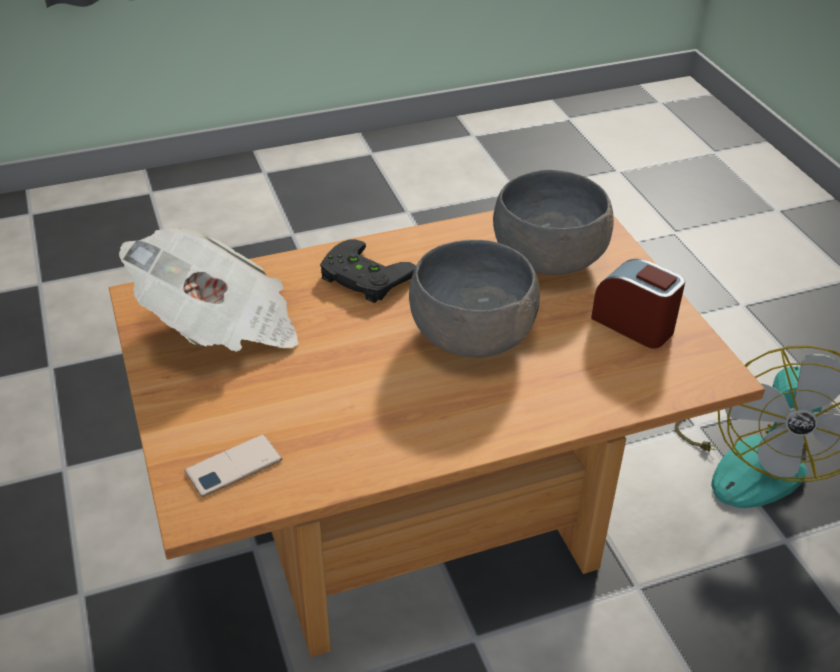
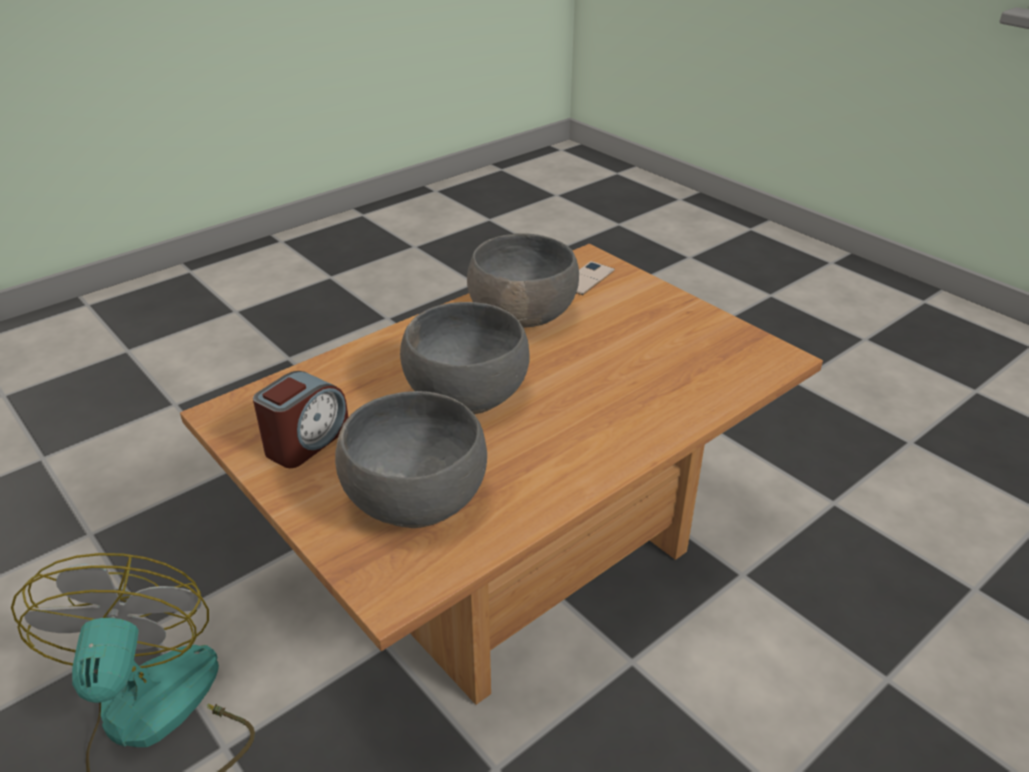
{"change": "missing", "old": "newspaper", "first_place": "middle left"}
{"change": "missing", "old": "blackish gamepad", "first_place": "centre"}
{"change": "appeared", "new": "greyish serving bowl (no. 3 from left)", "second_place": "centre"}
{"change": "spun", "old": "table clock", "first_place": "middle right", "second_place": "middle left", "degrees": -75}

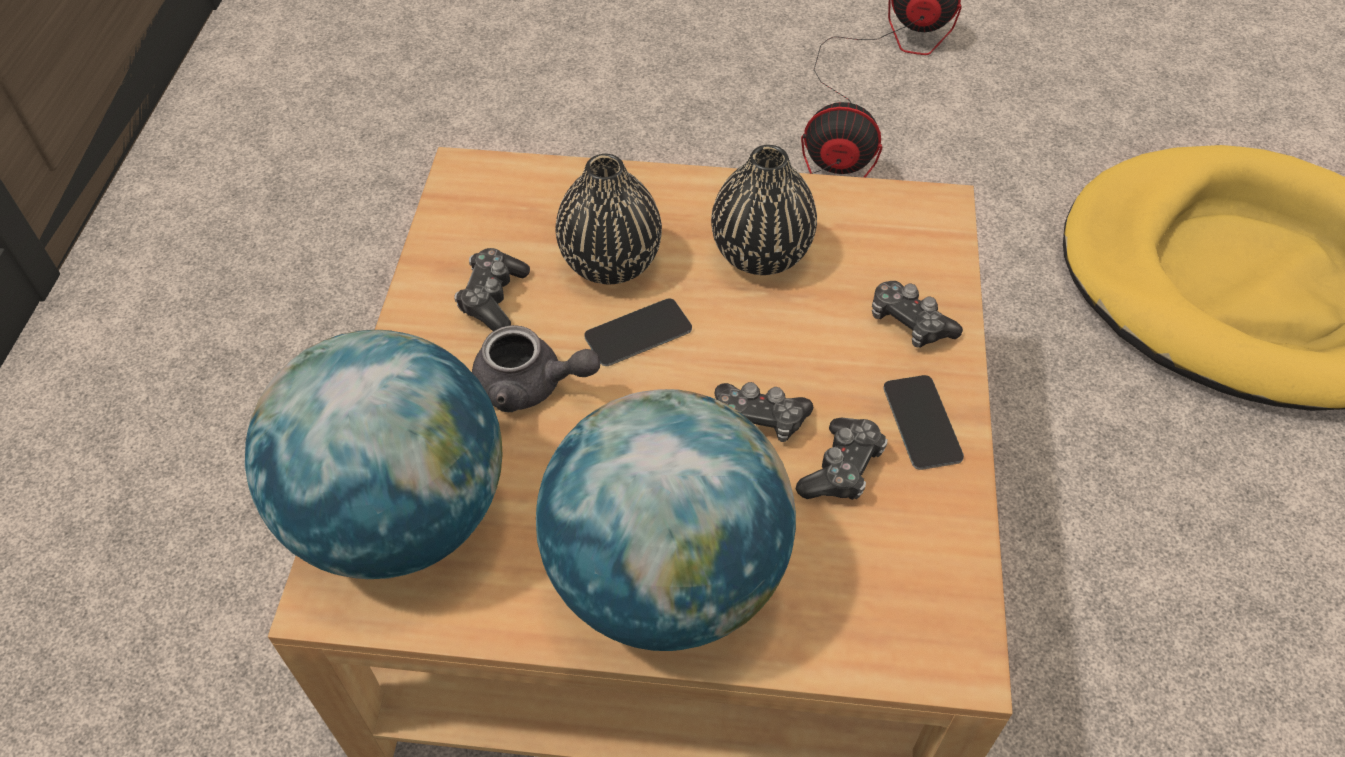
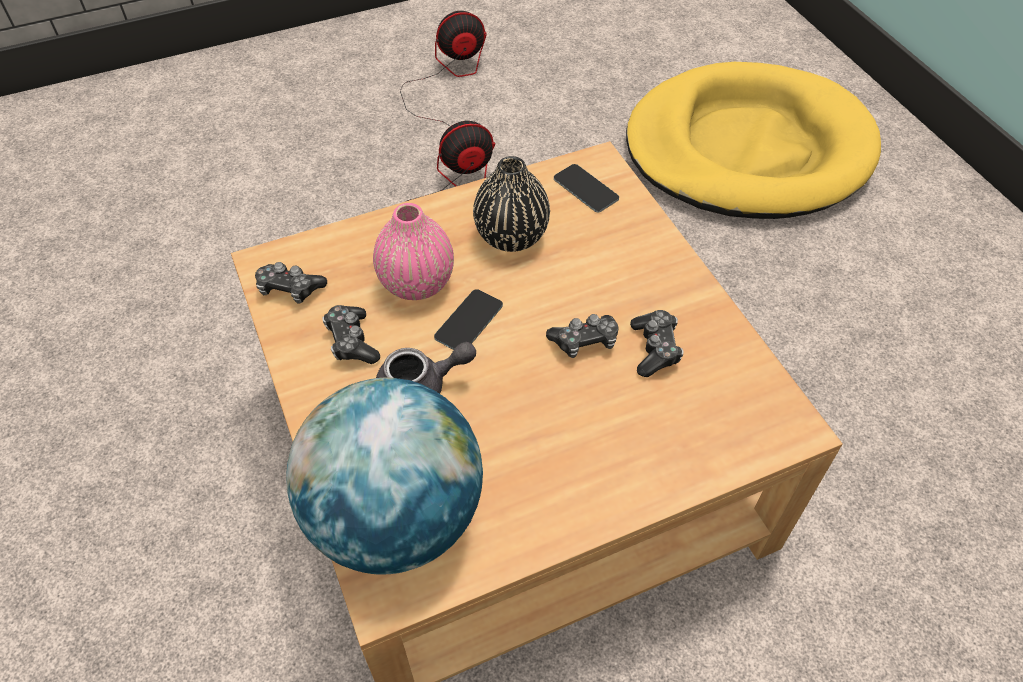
{"change": "missing", "old": "world globe (no. 2 from left)", "first_place": "bottom centre"}
{"change": "relocated", "old": "gamepad (no. 4 from left in the first image)", "new": "gamepad (no. 1 from left)", "first_place": "middle right", "second_place": "middle left"}
{"change": "relocated", "old": "handset (no. 2 from left)", "first_place": "middle right", "second_place": "top centre"}
{"change": "colour", "old": "blackish flower vase (no. 1 from left)", "new": "pinkish flower vase", "first_place": "top centre", "second_place": "centre"}

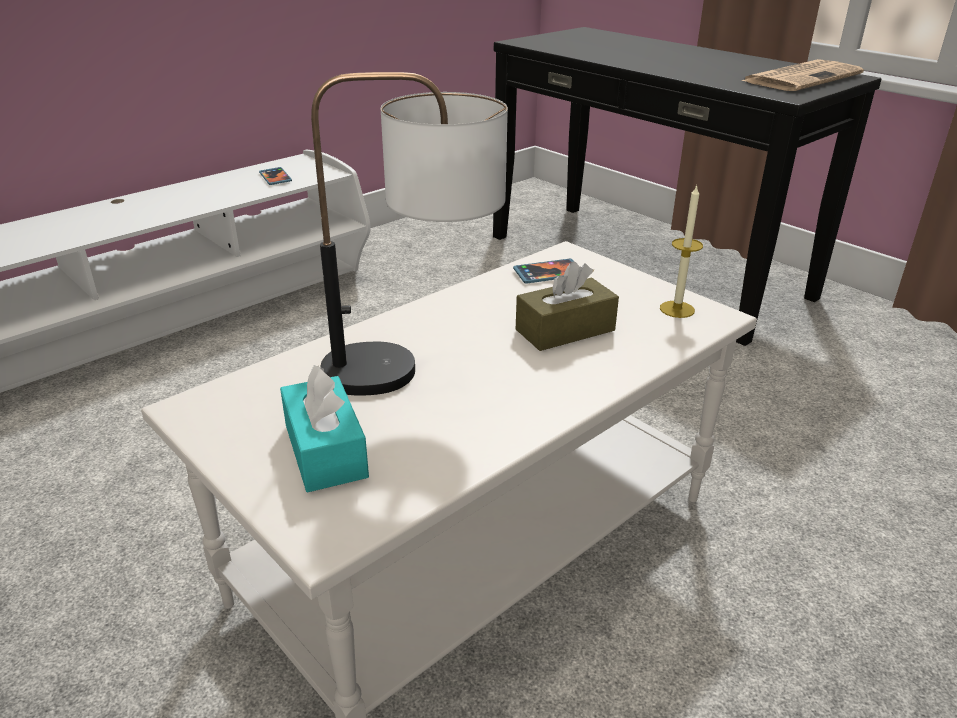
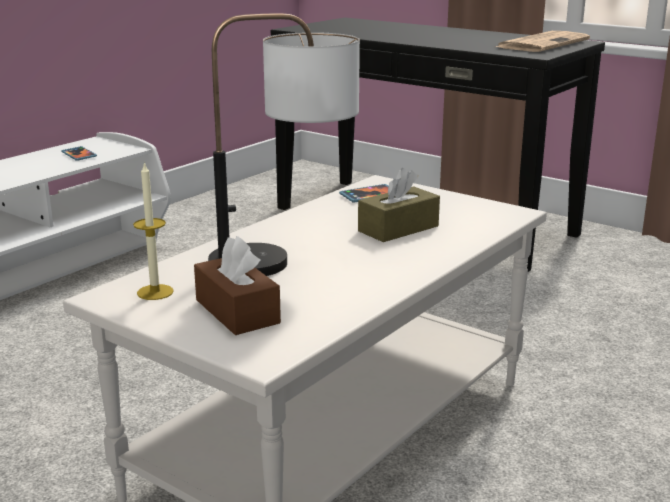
{"change": "relocated", "old": "candle", "first_place": "middle right", "second_place": "middle left"}
{"change": "colour", "old": "turquoise-coloured box of tissues", "new": "brown box of tissues (no. 1 from left)", "first_place": "centre", "second_place": "centre"}

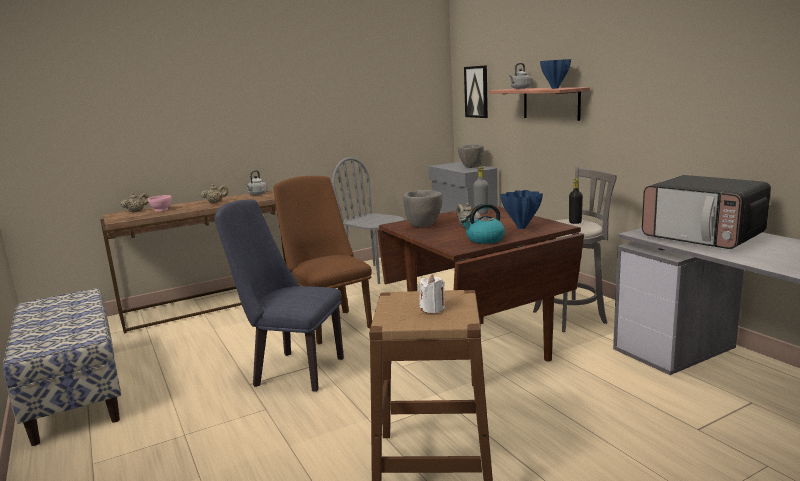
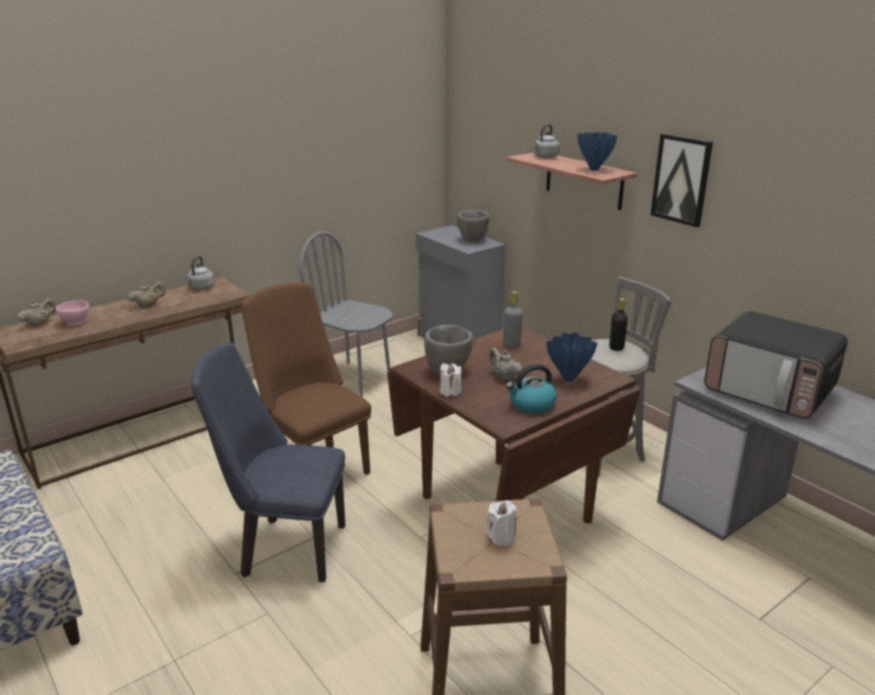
{"change": "appeared", "new": "white-coloured candle (no. 1 from left)", "second_place": "centre"}
{"change": "relocated", "old": "picture", "first_place": "top centre", "second_place": "top right"}

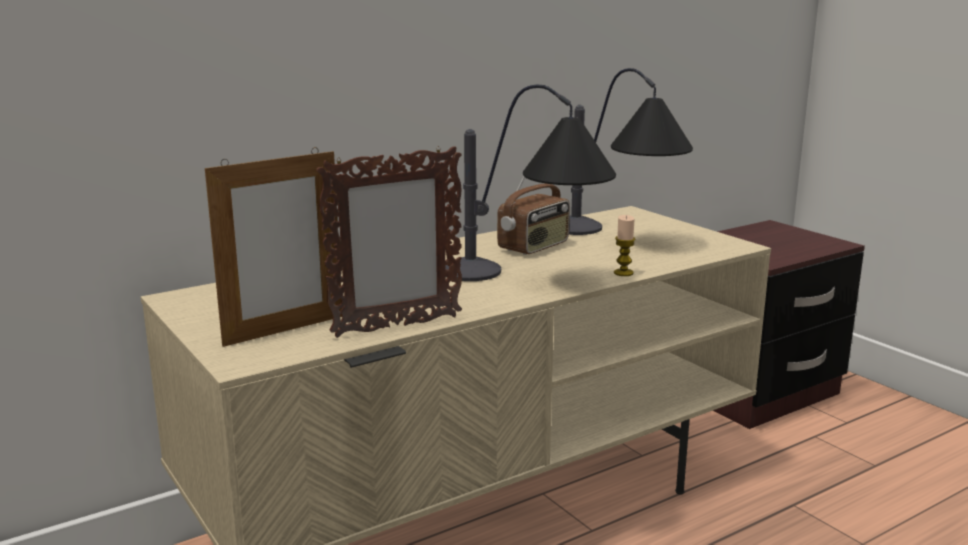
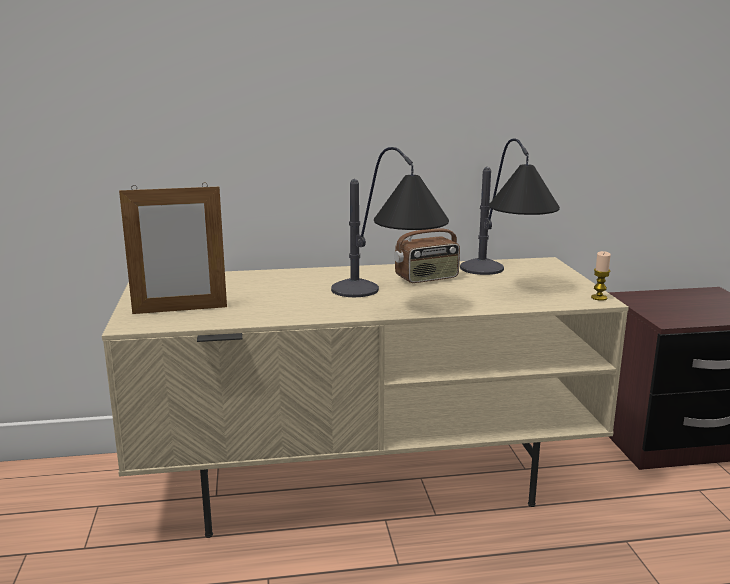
{"change": "missing", "old": "picture frame (no. 2 from left)", "first_place": "centre"}
{"change": "relocated", "old": "candle", "first_place": "centre", "second_place": "middle right"}

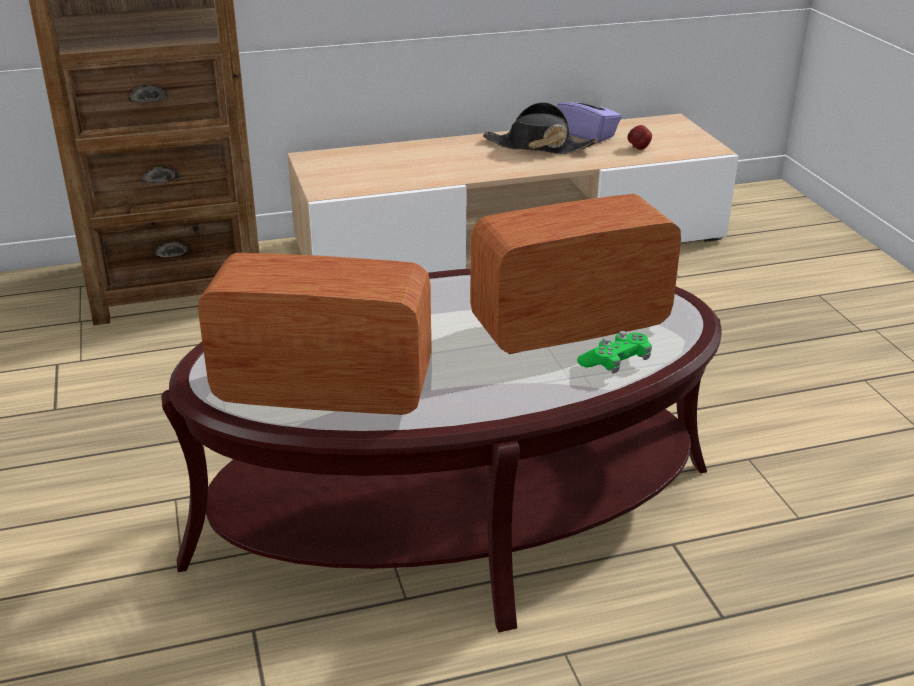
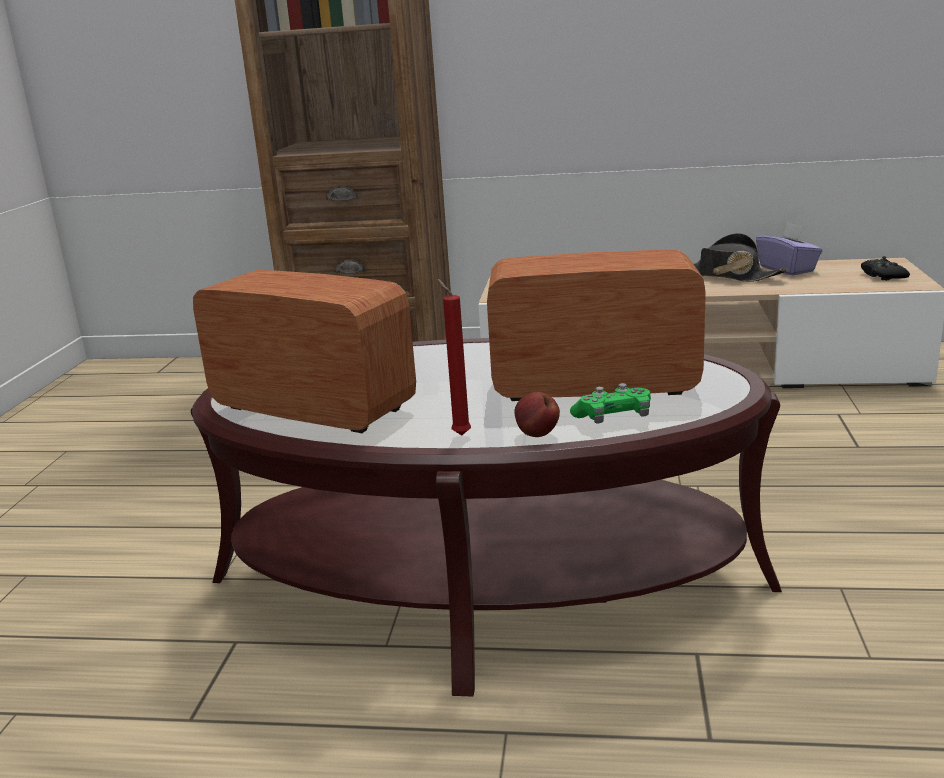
{"change": "appeared", "new": "red candle", "second_place": "centre"}
{"change": "appeared", "new": "blackish gamepad", "second_place": "middle right"}
{"change": "relocated", "old": "apple fruit", "first_place": "top right", "second_place": "centre"}

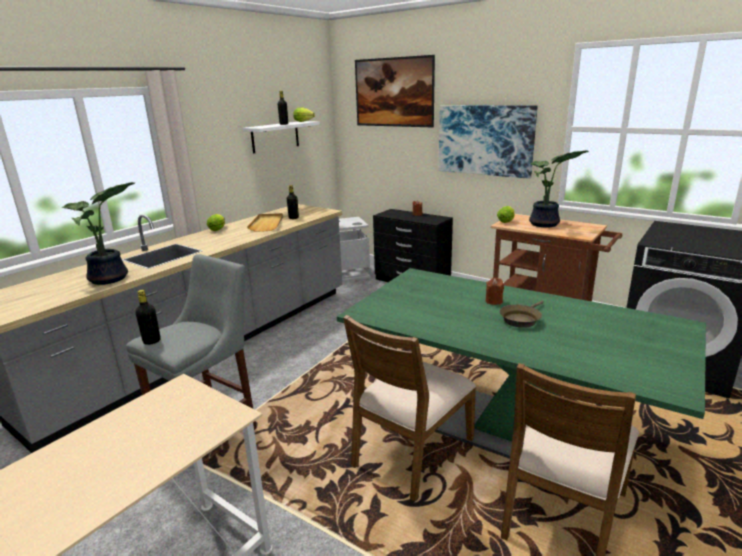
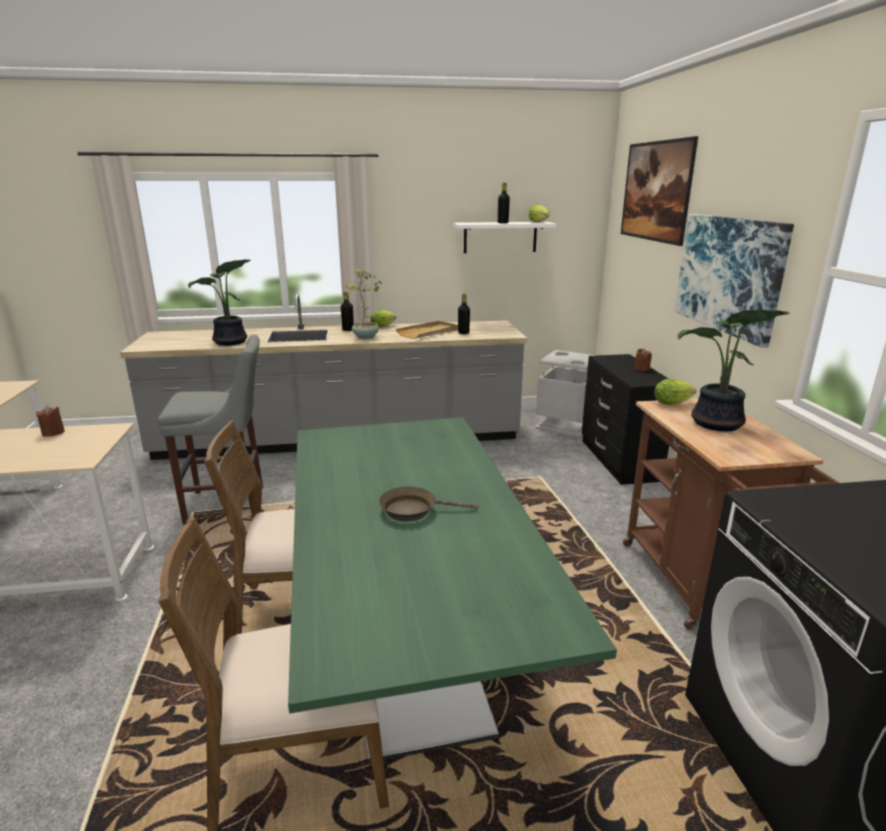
{"change": "appeared", "new": "plant in a pot (no. 2 from left)", "second_place": "centre"}
{"change": "relocated", "old": "blackish beverage bottle (no. 1 from left)", "first_place": "middle left", "second_place": "centre"}
{"change": "relocated", "old": "brown candle (no. 2 from left in the first image)", "new": "brown candle (no. 1 from left)", "first_place": "middle right", "second_place": "middle left"}

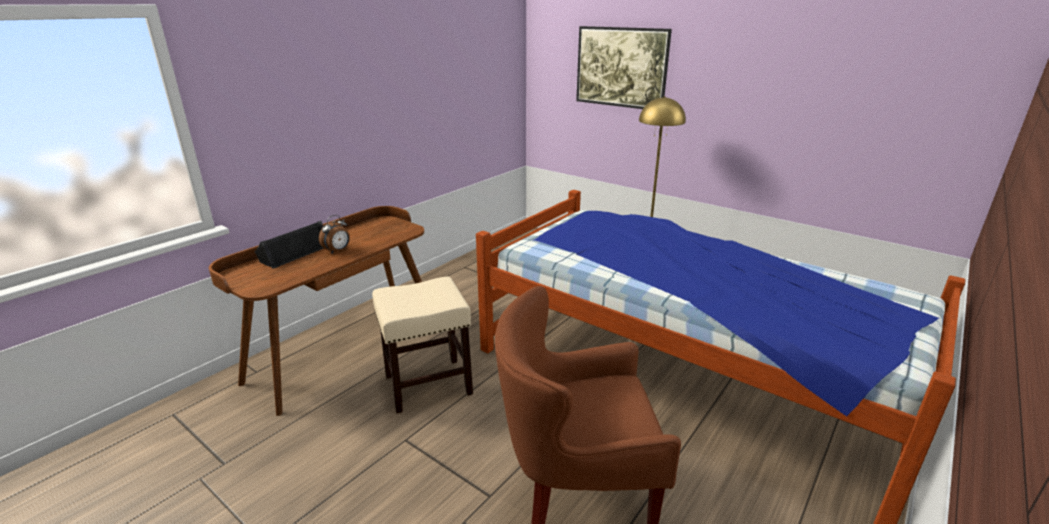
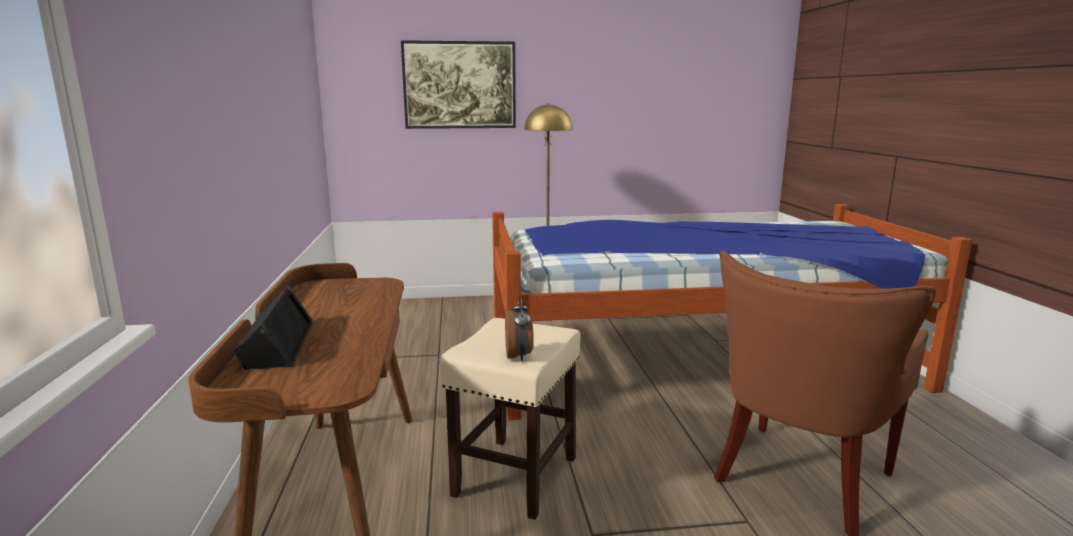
{"change": "relocated", "old": "table clock", "first_place": "middle left", "second_place": "centre"}

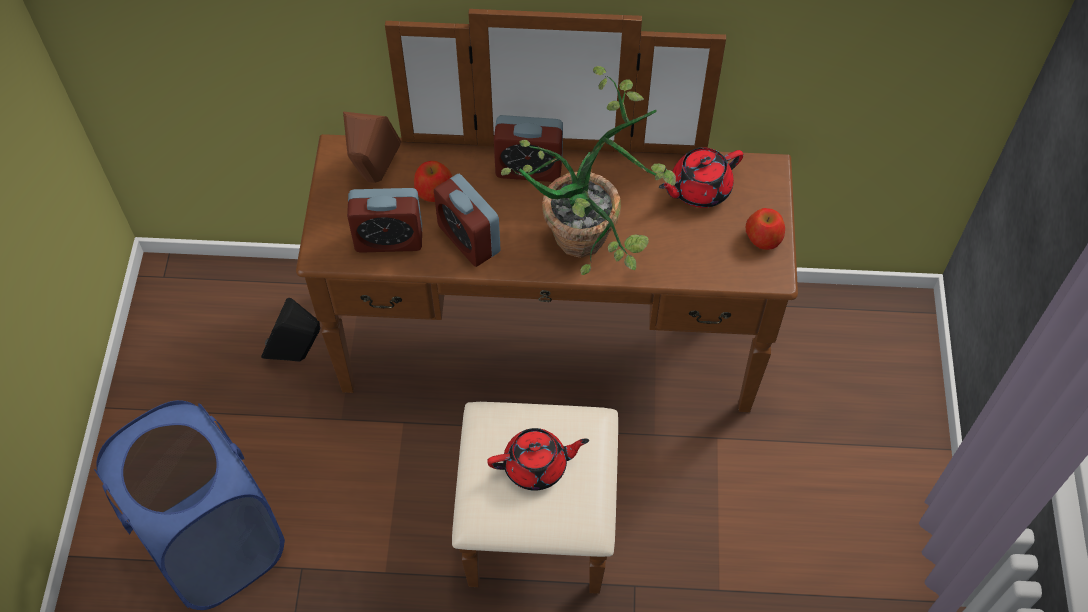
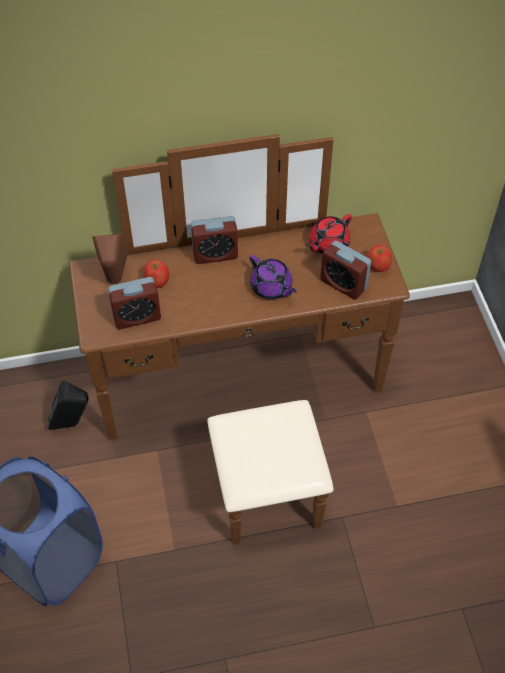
{"change": "missing", "old": "red pot for tea (no. 1 from left)", "first_place": "bottom centre"}
{"change": "relocated", "old": "table clock (no. 2 from left in the first image)", "new": "table clock (no. 3 from left)", "first_place": "centre", "second_place": "middle right"}
{"change": "exchanged", "old": "plant in a pot", "new": "purplish pot for tea", "first_place": "top centre", "second_place": "centre"}

